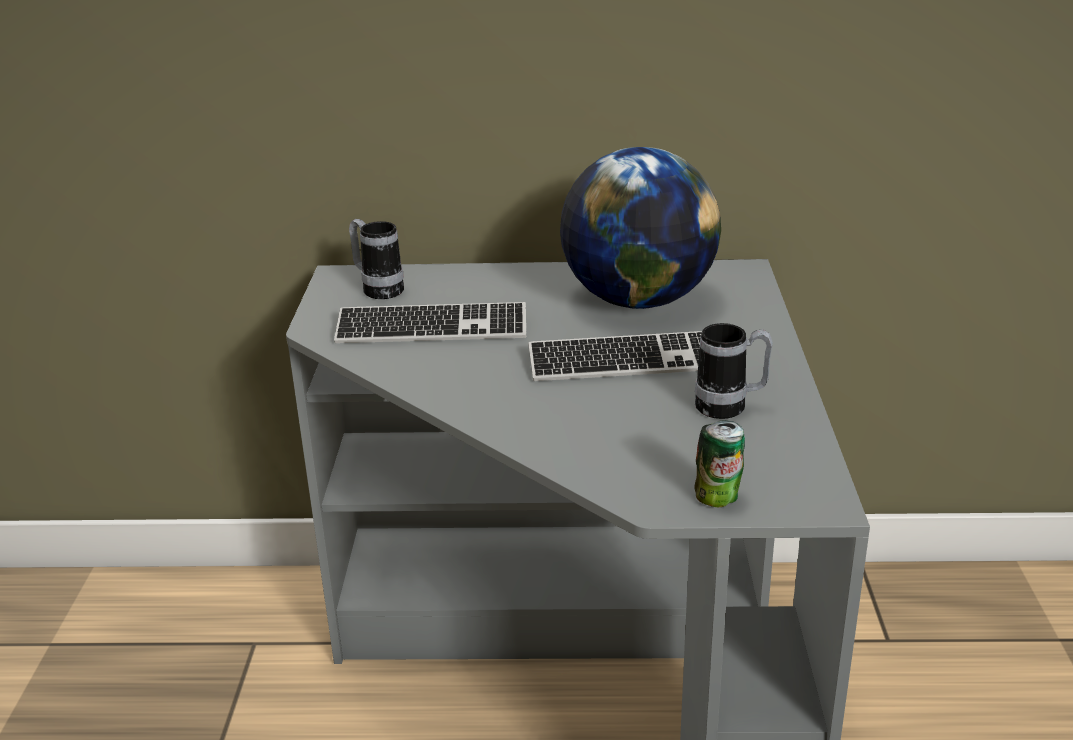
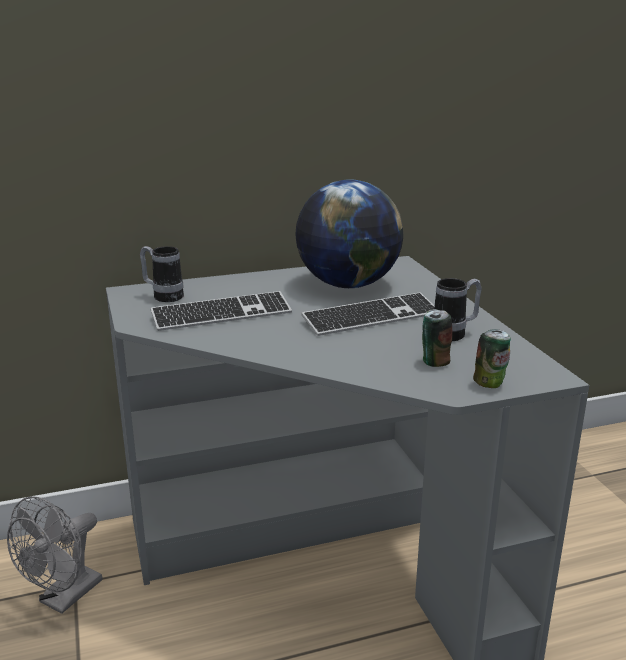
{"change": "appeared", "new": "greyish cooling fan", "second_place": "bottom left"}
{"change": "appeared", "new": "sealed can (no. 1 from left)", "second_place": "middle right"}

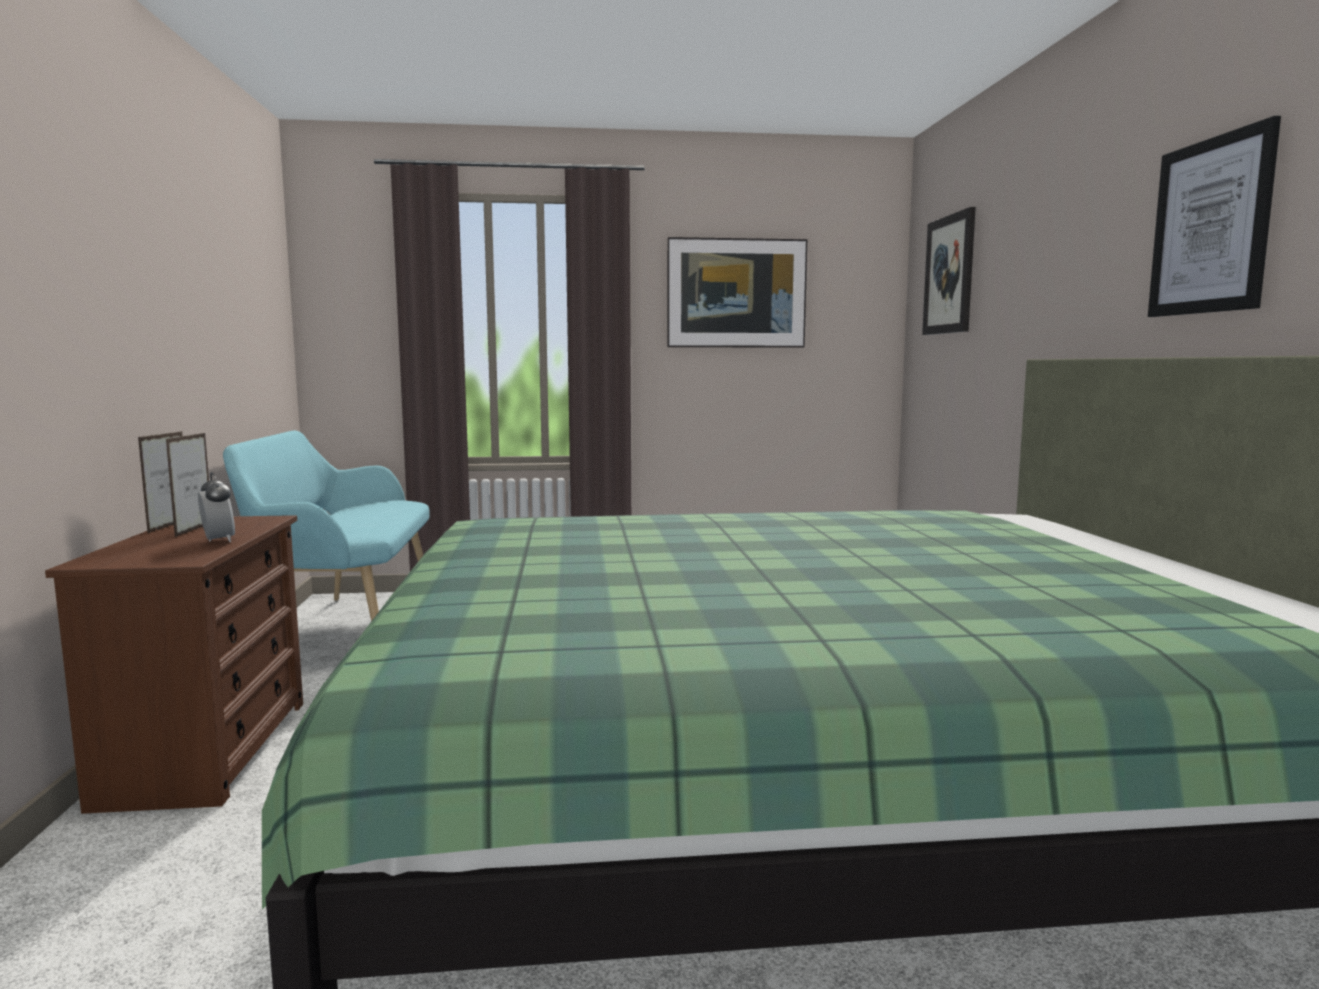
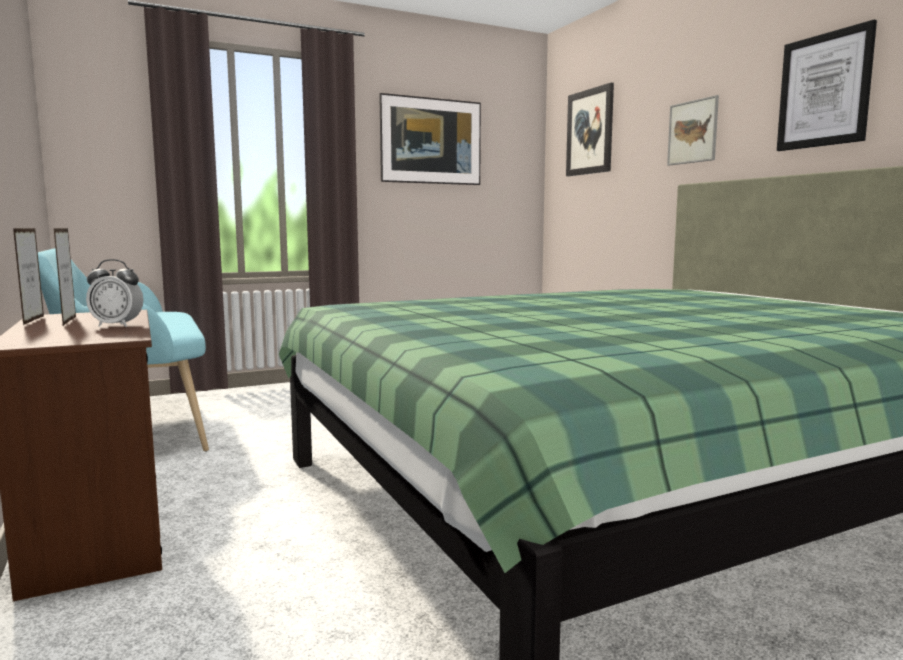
{"change": "appeared", "new": "picture (no. 3 from left)", "second_place": "top right"}
{"change": "spun", "old": "table clock", "first_place": "middle left", "second_place": "middle left", "degrees": 150}

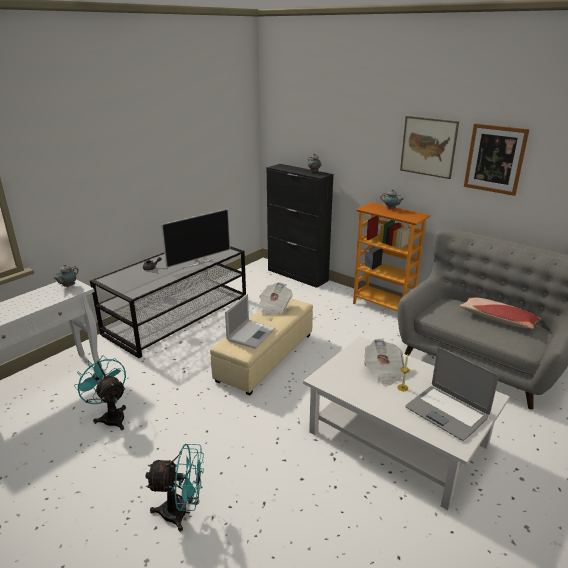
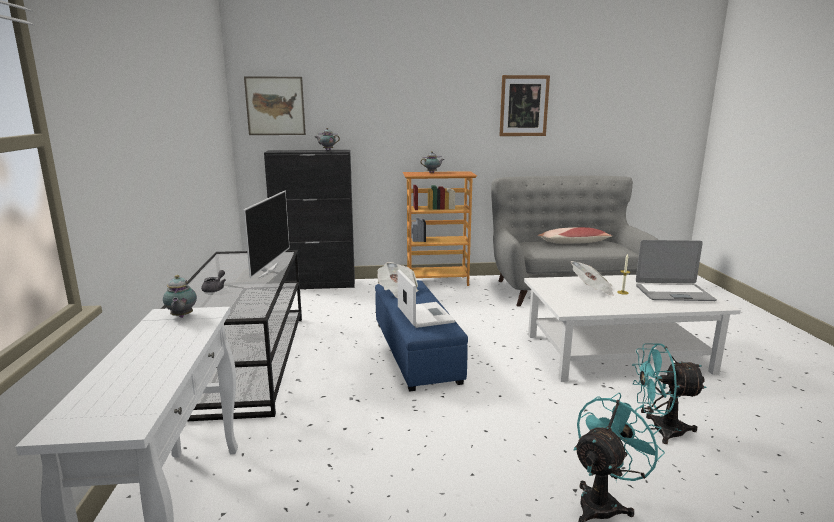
{"change": "relocated", "old": "turquoise-coloured cooling fan (no. 1 from left in the first image)", "new": "turquoise-coloured cooling fan (no. 2 from left)", "first_place": "bottom left", "second_place": "bottom right"}
{"change": "relocated", "old": "picture (no. 1 from left)", "first_place": "top right", "second_place": "top left"}
{"change": "colour", "old": "sand-coloured footrest", "new": "blue-coloured footrest", "first_place": "centre", "second_place": "centre"}

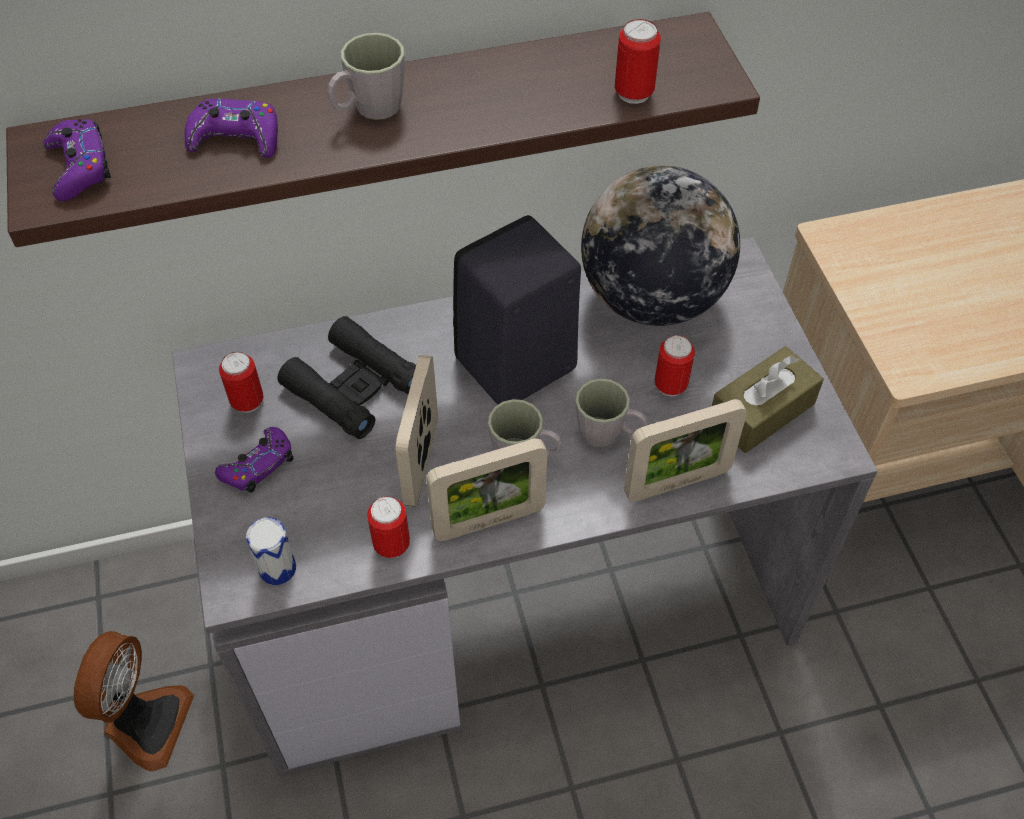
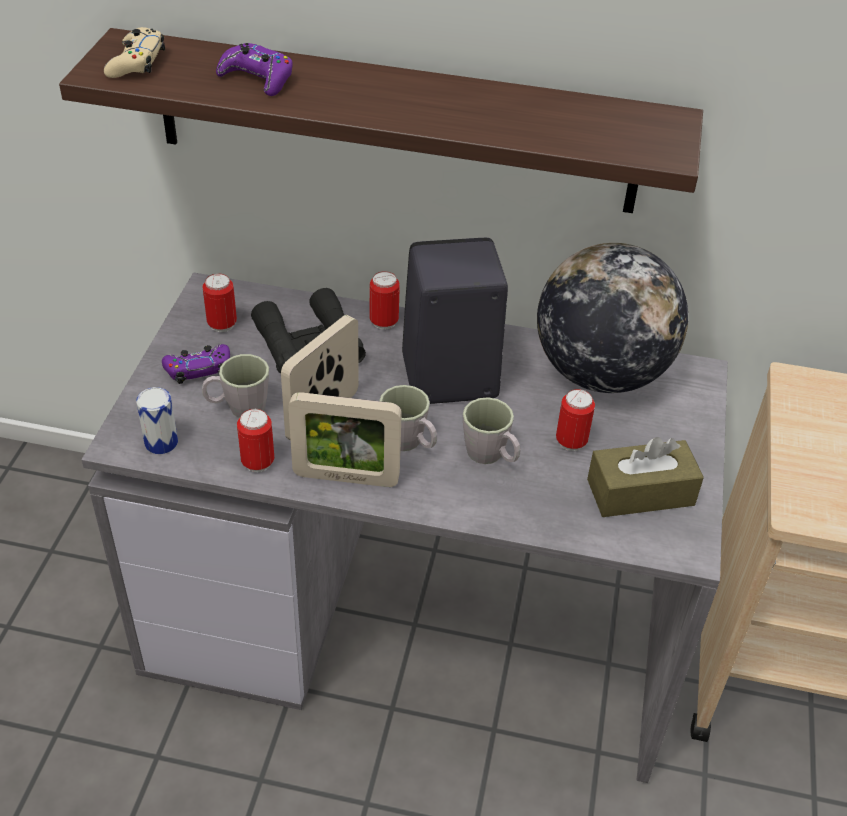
{"change": "missing", "old": "cooling fan", "first_place": "bottom left"}
{"change": "missing", "old": "picture frame (no. 3 from left)", "first_place": "middle right"}
{"change": "relocated", "old": "greyish tea mug (no. 1 from left)", "first_place": "top centre", "second_place": "middle left"}
{"change": "relocated", "old": "sealed can (no. 4 from left)", "first_place": "top centre", "second_place": "centre"}
{"change": "colour", "old": "purplish gamepad (no. 1 from left)", "new": "sand-coloured gamepad", "first_place": "top left", "second_place": "top left"}

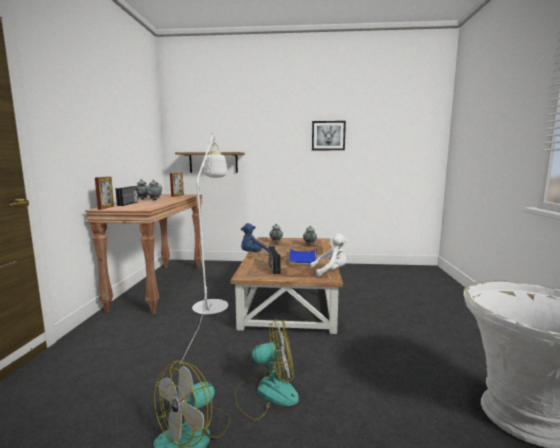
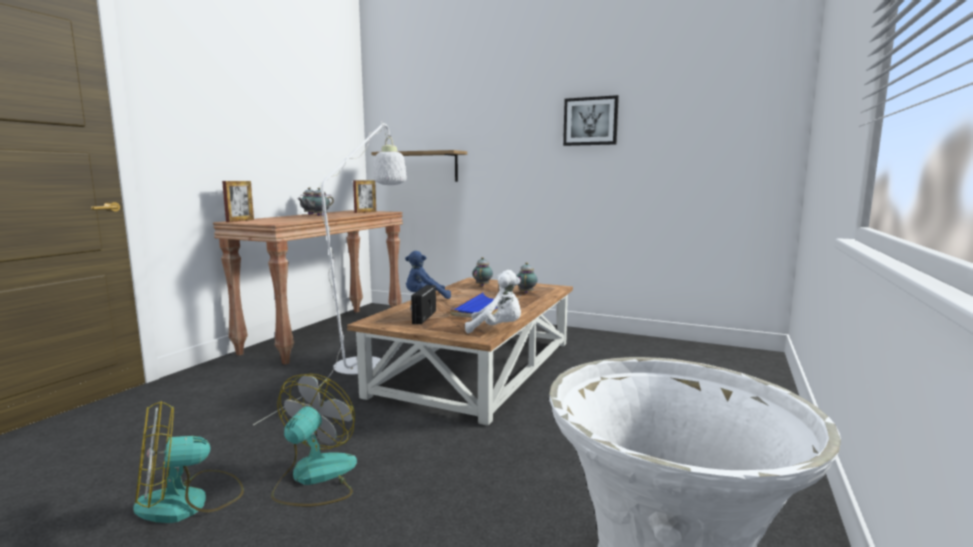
{"change": "missing", "old": "radio receiver (no. 1 from left)", "first_place": "middle left"}
{"change": "spun", "old": "cooling fan (no. 2 from left)", "first_place": "bottom centre", "second_place": "bottom left", "degrees": -90}

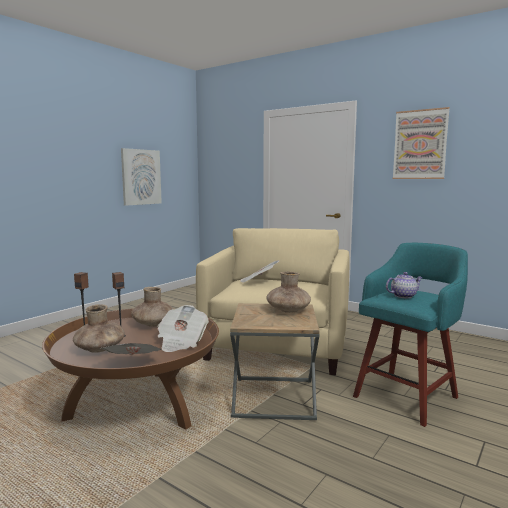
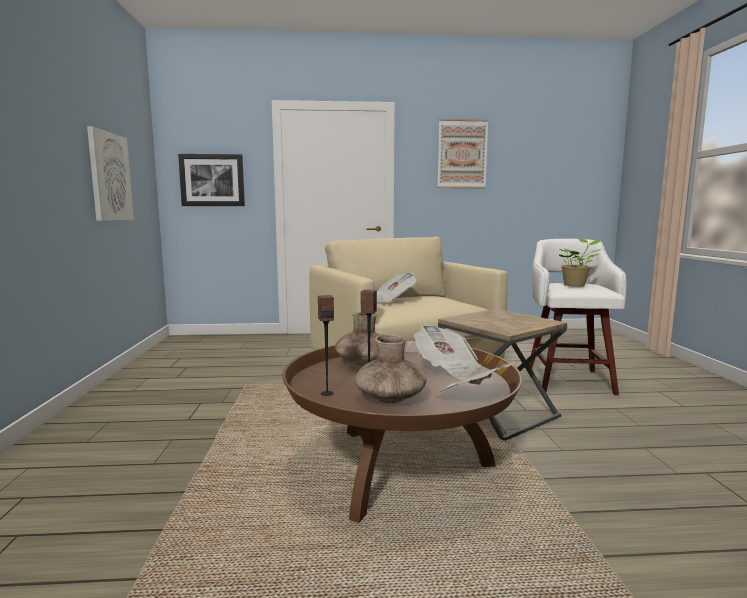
{"change": "missing", "old": "brown flower vase (no. 3 from left)", "first_place": "centre"}
{"change": "appeared", "new": "picture (no. 2 from left)", "second_place": "top left"}
{"change": "exchanged", "old": "pot for tea", "new": "plant in a pot", "first_place": "middle right", "second_place": "middle right"}
{"change": "colour", "old": "turquoise-coloured stool seat", "new": "white-coloured stool seat", "first_place": "middle right", "second_place": "middle right"}

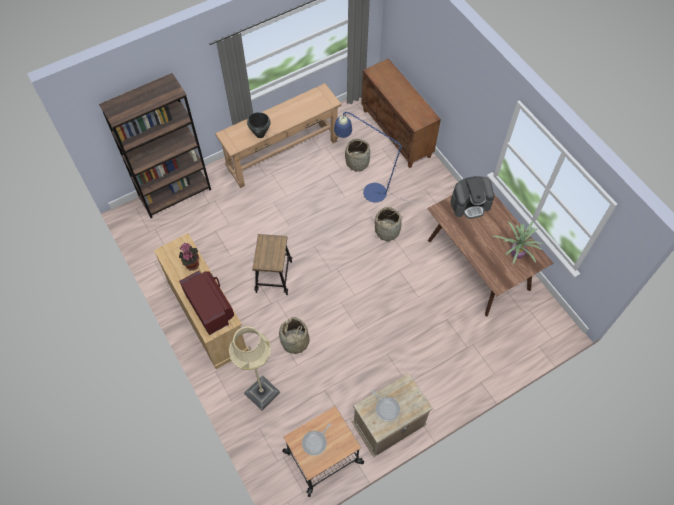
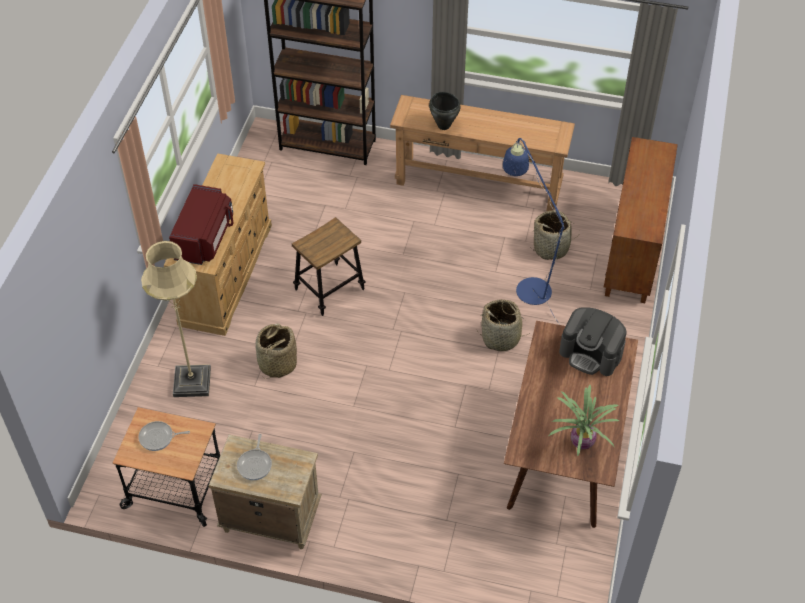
{"change": "missing", "old": "plant in a pot (no. 1 from left)", "first_place": "middle left"}

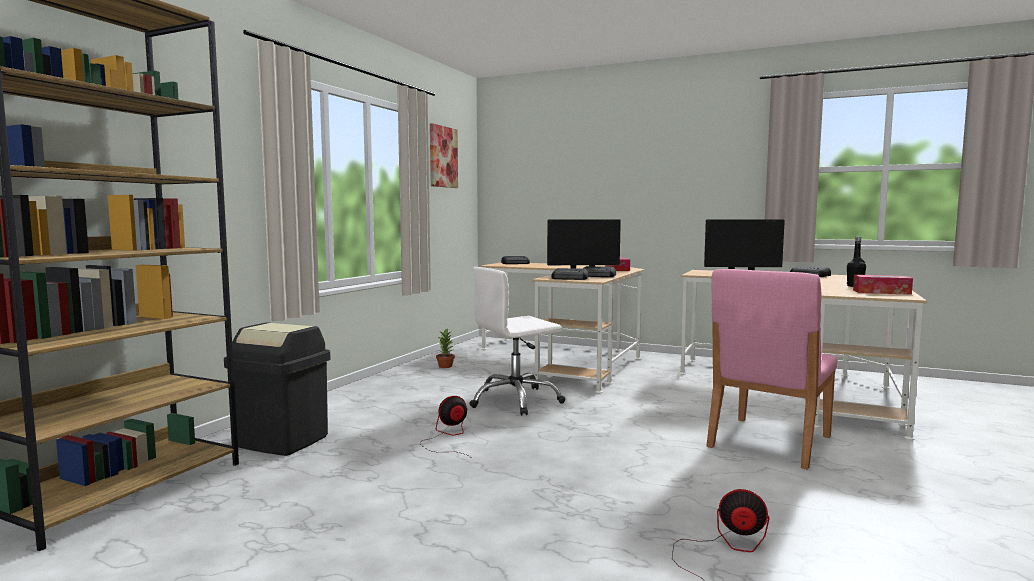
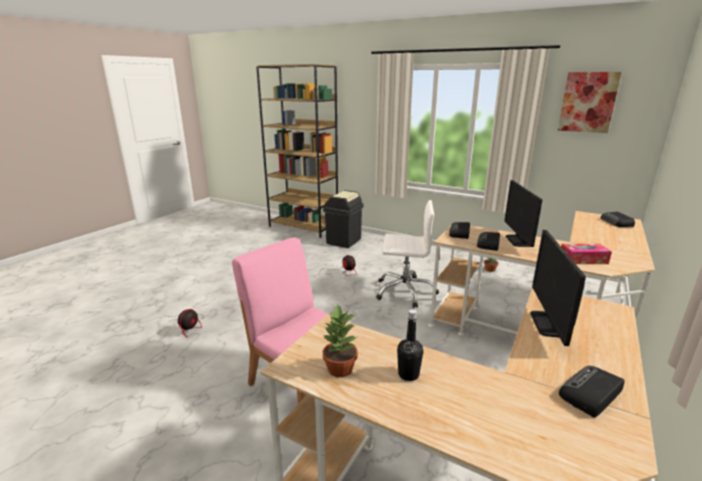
{"change": "exchanged", "old": "box of tissues (no. 2 from left)", "new": "plant in a pot (no. 1 from left)", "first_place": "middle right", "second_place": "bottom centre"}
{"change": "spun", "old": "white-coloured desk chair", "first_place": "centre", "second_place": "centre", "degrees": 120}

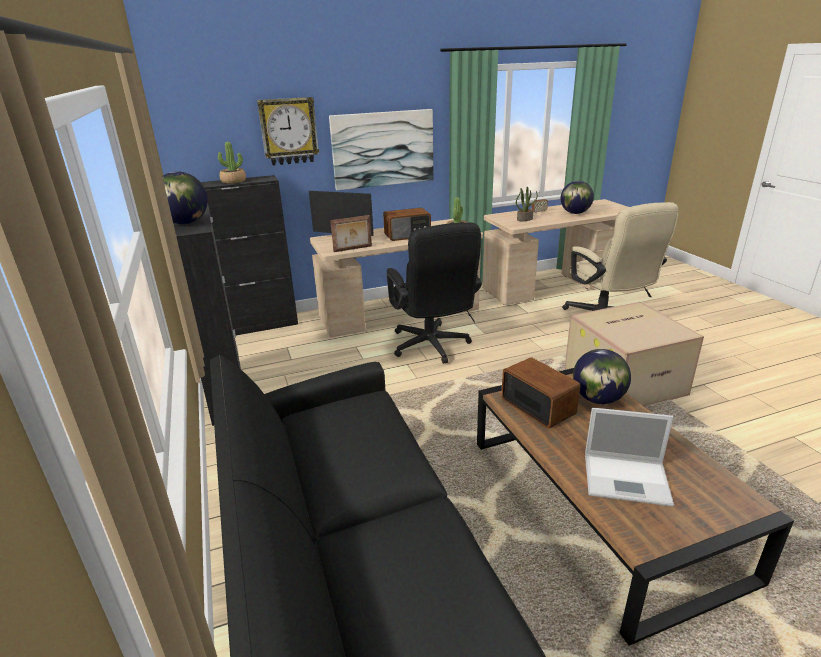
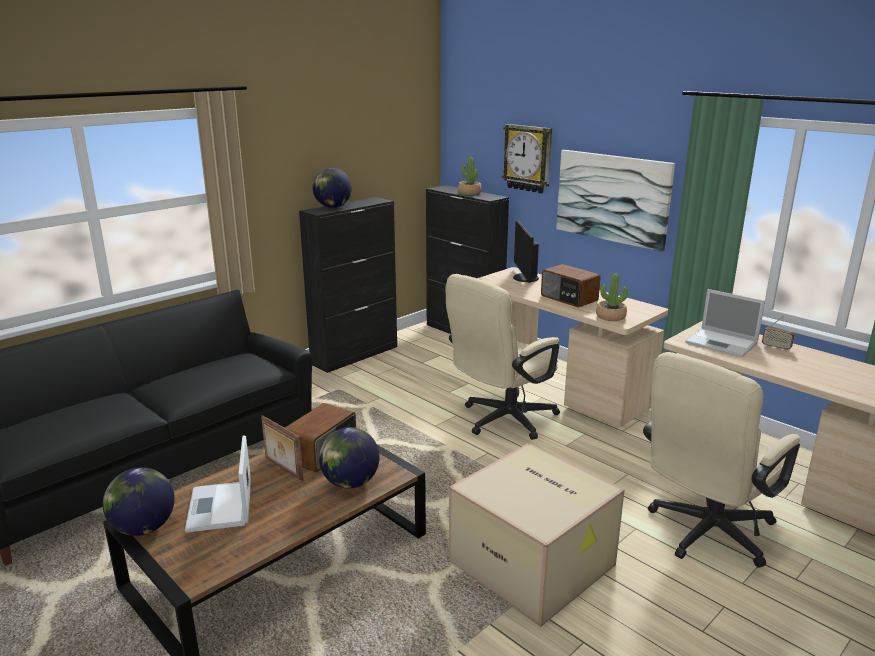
{"change": "relocated", "old": "picture frame", "first_place": "centre", "second_place": "bottom left"}
{"change": "relocated", "old": "world globe (no. 2 from left in the first image)", "new": "world globe (no. 1 from left)", "first_place": "top right", "second_place": "bottom left"}
{"change": "exchanged", "old": "plant in a pot (no. 3 from left)", "new": "portable computer (no. 2 from left)", "first_place": "top centre", "second_place": "middle right"}
{"change": "colour", "old": "blackish desk chair", "new": "sand-coloured desk chair (no. 1 from left)", "first_place": "centre", "second_place": "centre"}

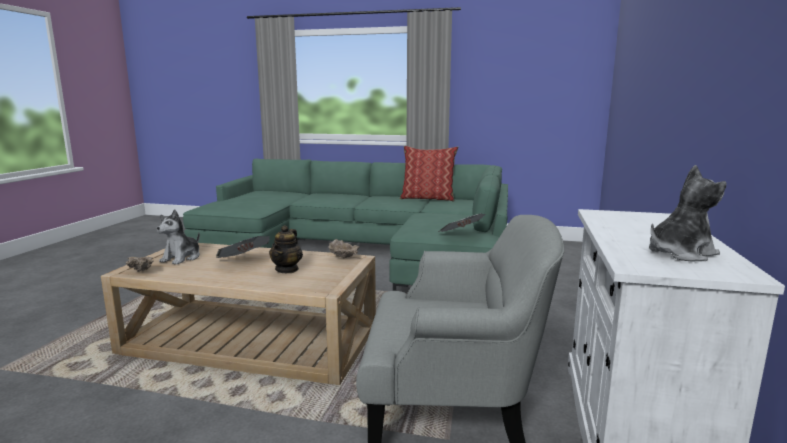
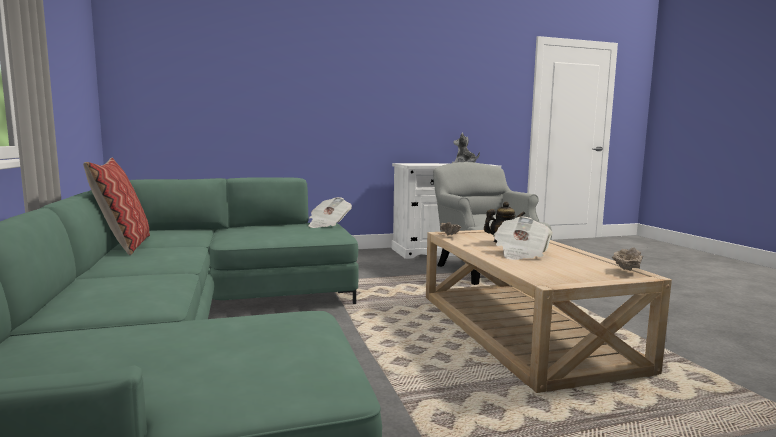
{"change": "missing", "old": "plush toy (no. 1 from left)", "first_place": "middle left"}

